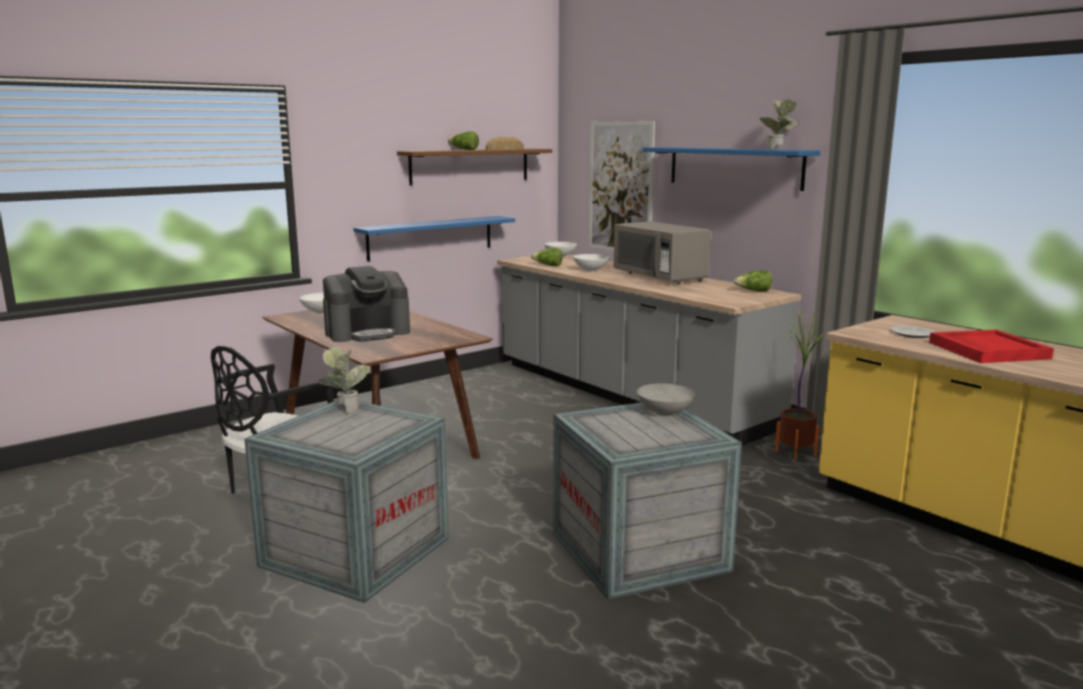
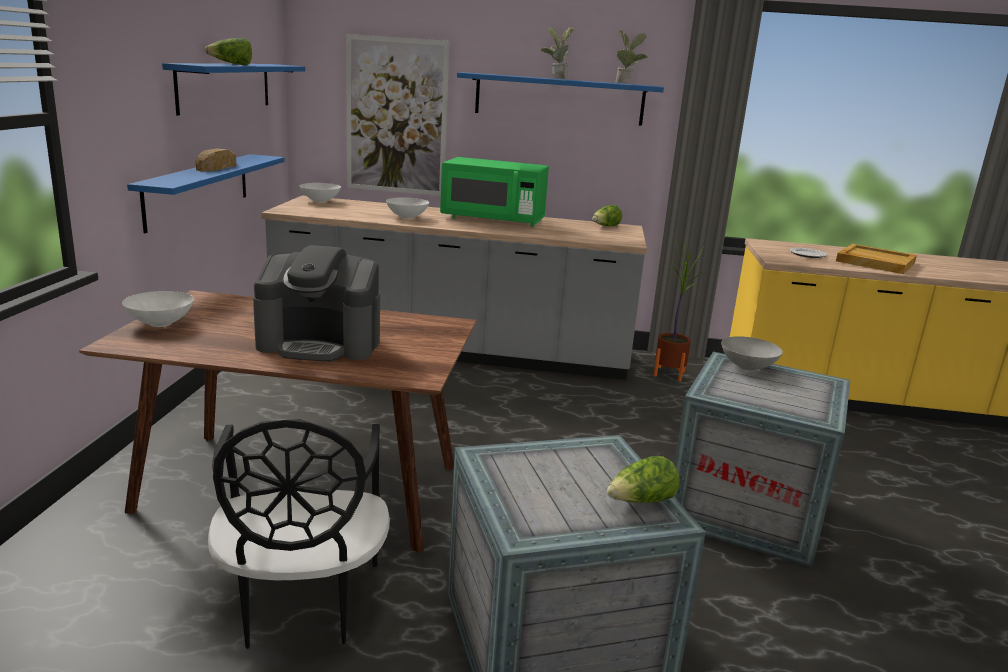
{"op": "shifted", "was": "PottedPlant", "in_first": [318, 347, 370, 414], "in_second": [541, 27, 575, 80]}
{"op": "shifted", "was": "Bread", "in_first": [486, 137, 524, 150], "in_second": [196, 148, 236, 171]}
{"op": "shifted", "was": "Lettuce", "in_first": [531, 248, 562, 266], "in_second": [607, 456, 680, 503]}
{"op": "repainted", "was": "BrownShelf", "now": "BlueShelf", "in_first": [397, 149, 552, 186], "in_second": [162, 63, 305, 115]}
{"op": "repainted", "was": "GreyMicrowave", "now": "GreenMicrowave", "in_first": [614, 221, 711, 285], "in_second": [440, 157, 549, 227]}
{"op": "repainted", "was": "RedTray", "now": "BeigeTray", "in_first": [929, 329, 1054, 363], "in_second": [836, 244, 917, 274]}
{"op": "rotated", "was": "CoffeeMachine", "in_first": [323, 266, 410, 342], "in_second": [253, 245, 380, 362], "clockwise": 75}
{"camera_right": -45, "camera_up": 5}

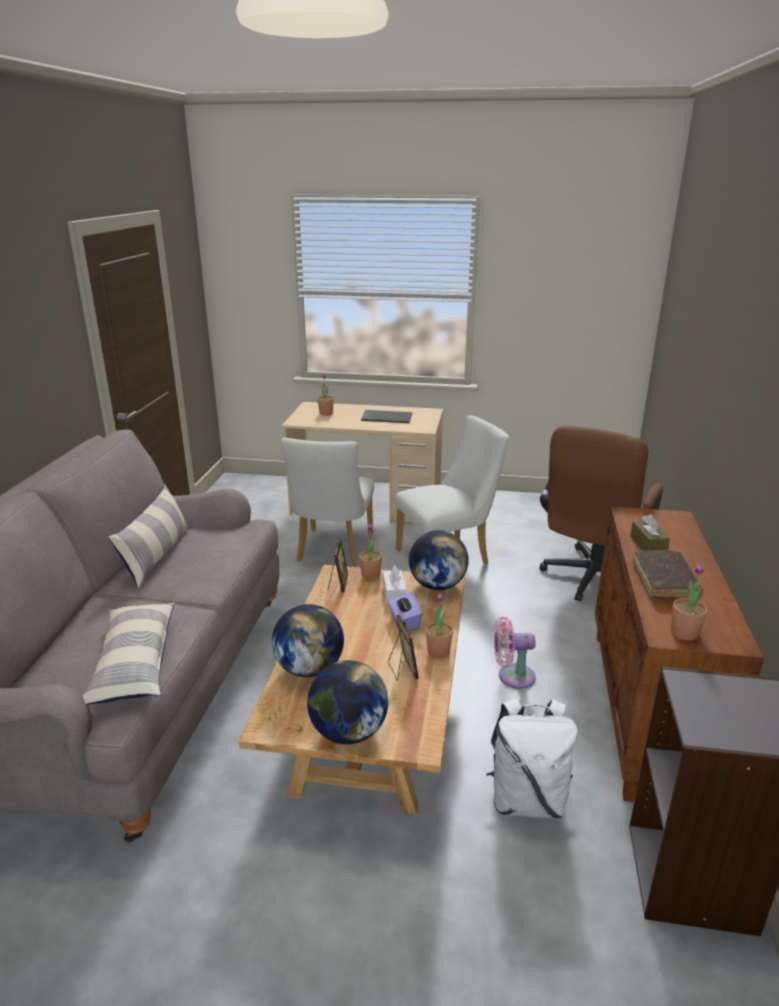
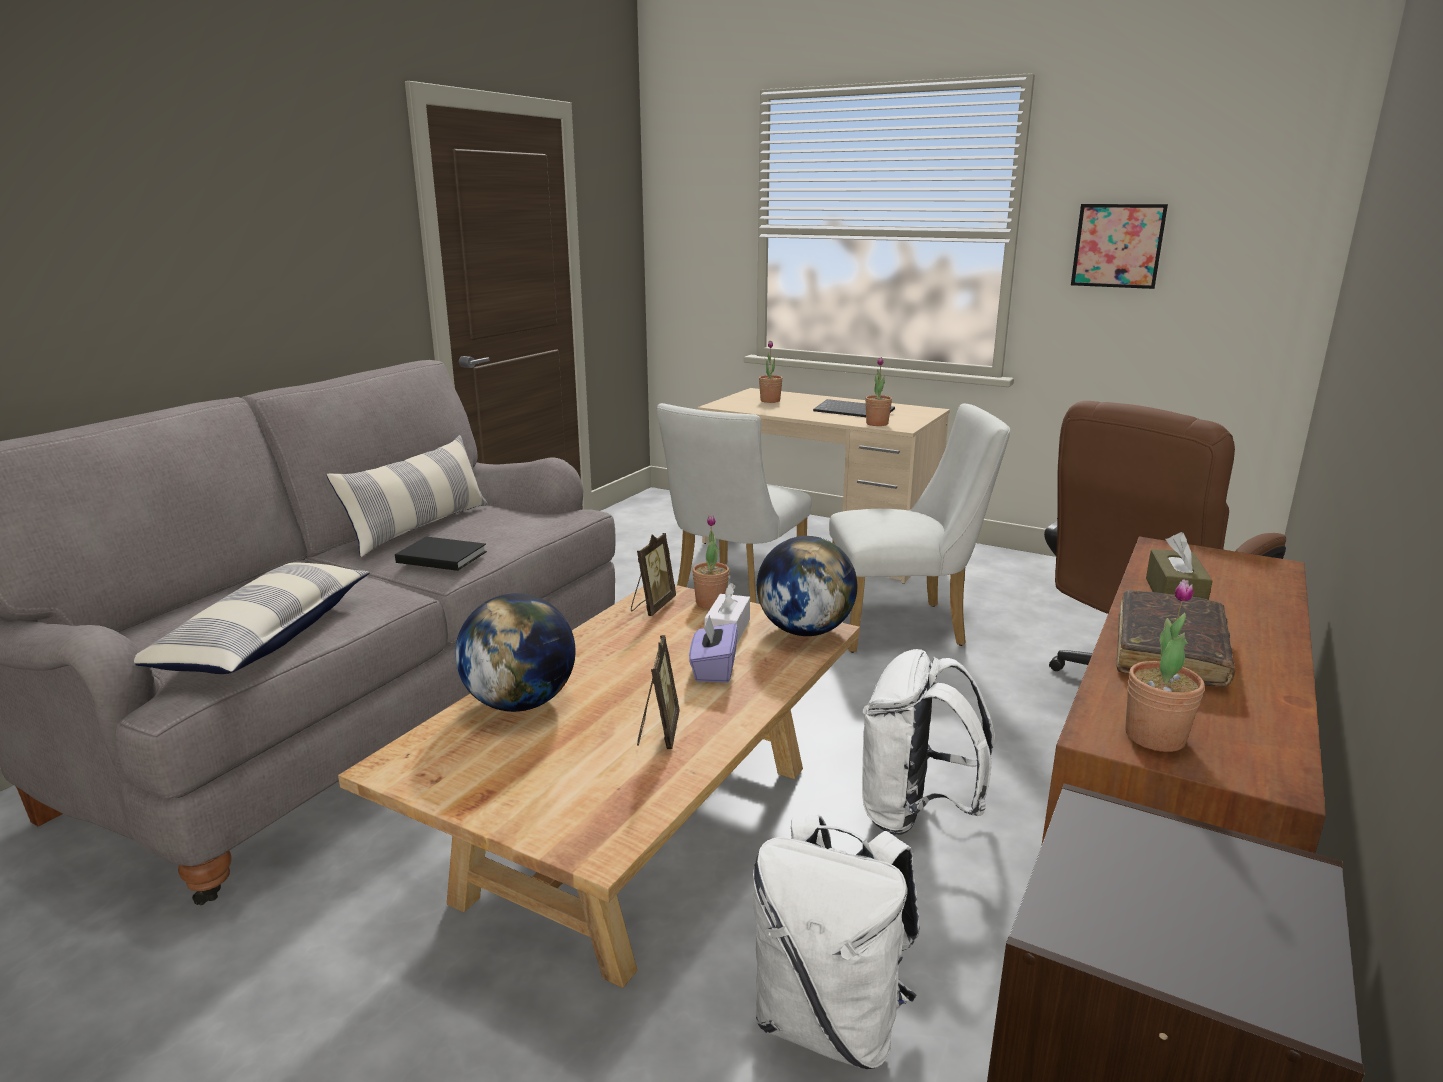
{"op": "gone", "was": "Globe", "in_first": [307, 660, 388, 744]}
{"op": "new", "now": "BlackBook", "in_second": [395, 537, 487, 571]}
{"op": "new", "now": "Picture", "in_second": [1071, 204, 1168, 289]}
{"op": "shifted", "was": "PottedPlant", "in_first": [426, 593, 453, 658], "in_second": [865, 357, 892, 426]}
{"op": "swapped", "was": "PinkFan", "now": "WhiteBackpack", "in_first": [494, 616, 536, 689], "in_second": [862, 649, 994, 835]}
{"camera_right": 20, "camera_up": -5}

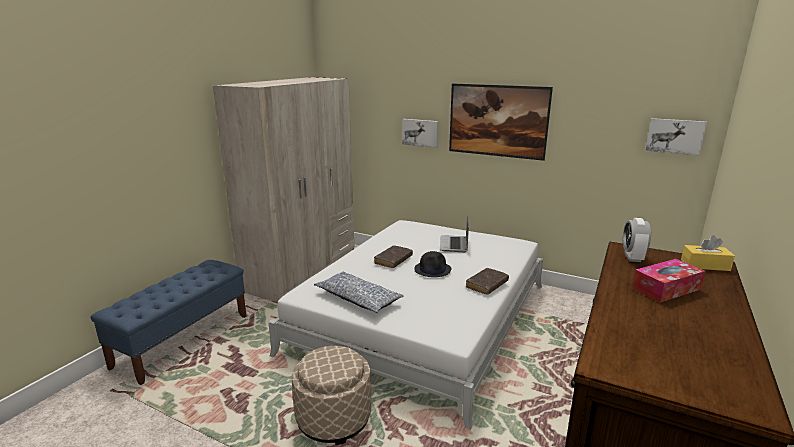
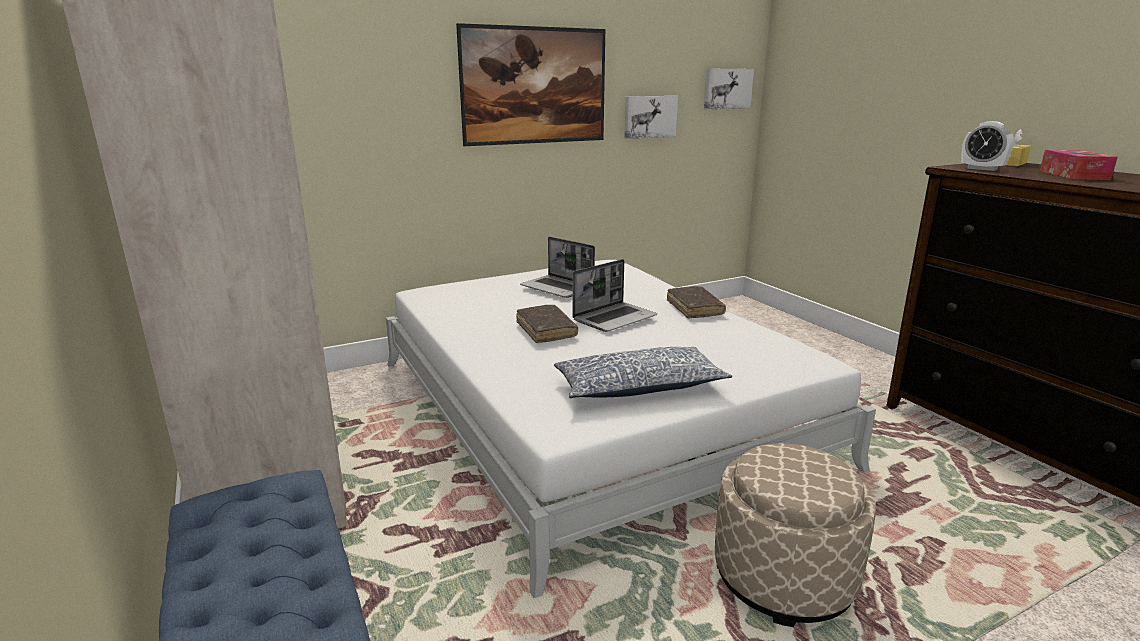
{"op": "shifted", "was": "Picture", "in_first": [402, 119, 439, 148], "in_second": [624, 96, 678, 139]}
{"op": "swapped", "was": "BlackHat", "now": "Laptop", "in_first": [414, 251, 452, 277], "in_second": [572, 259, 657, 332]}
{"camera_right": -55, "camera_up": 0}

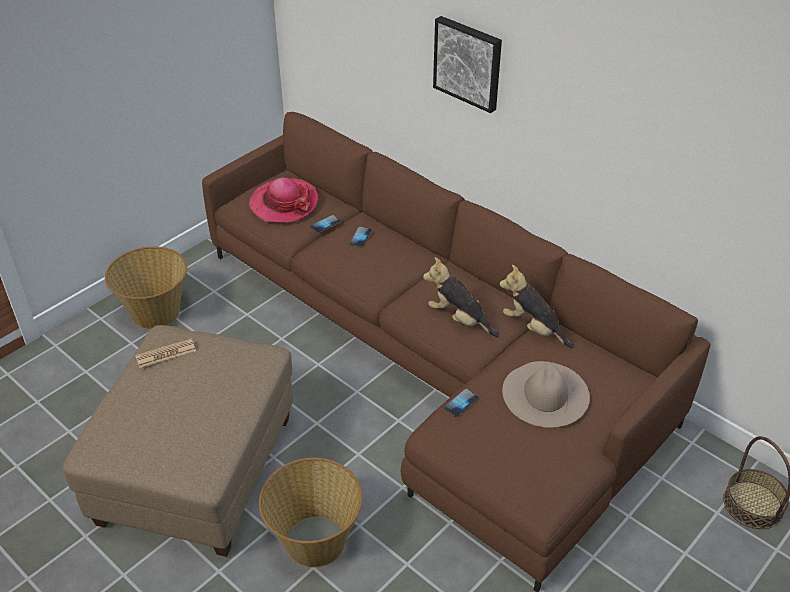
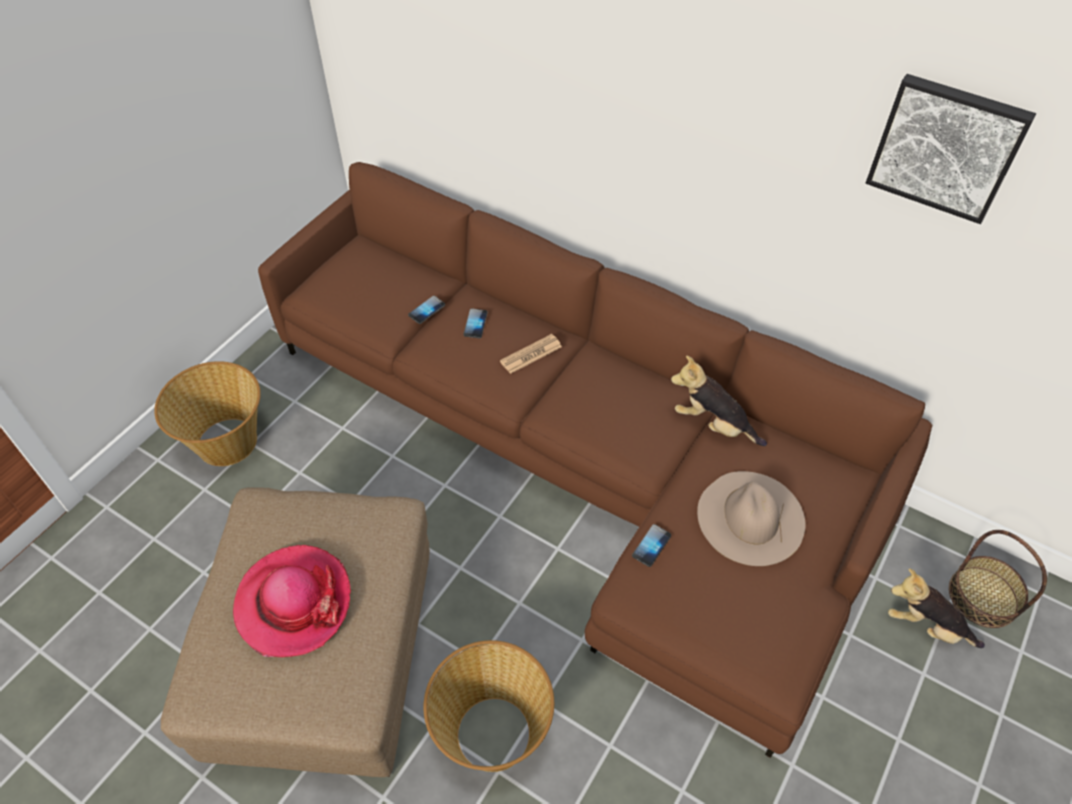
{"op": "shifted", "was": "Newspaper", "in_first": [135, 339, 196, 368], "in_second": [500, 334, 562, 374]}
{"op": "shifted", "was": "Hat", "in_first": [249, 177, 318, 223], "in_second": [233, 545, 351, 657]}
{"op": "shifted", "was": "PlushToy", "in_first": [423, 257, 499, 337], "in_second": [888, 568, 985, 648]}
{"op": "shifted", "was": "Picture", "in_first": [433, 16, 502, 113], "in_second": [866, 74, 1036, 224]}
{"camera_right": -10, "camera_up": 10}

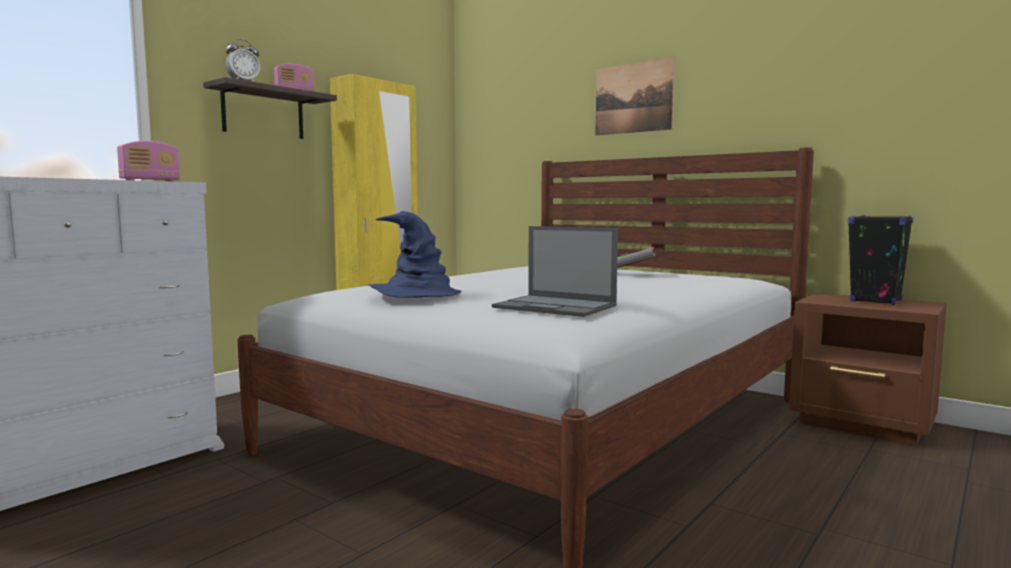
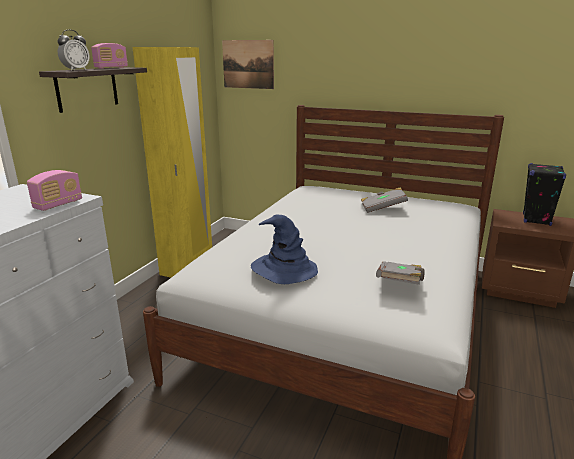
{"op": "shifted", "was": "Picture", "in_first": [595, 57, 674, 135], "in_second": [222, 40, 274, 89]}
{"op": "swapped", "was": "Laptop", "now": "GreyBook", "in_first": [492, 226, 618, 317], "in_second": [376, 261, 425, 285]}
{"camera_right": -15, "camera_up": 15}

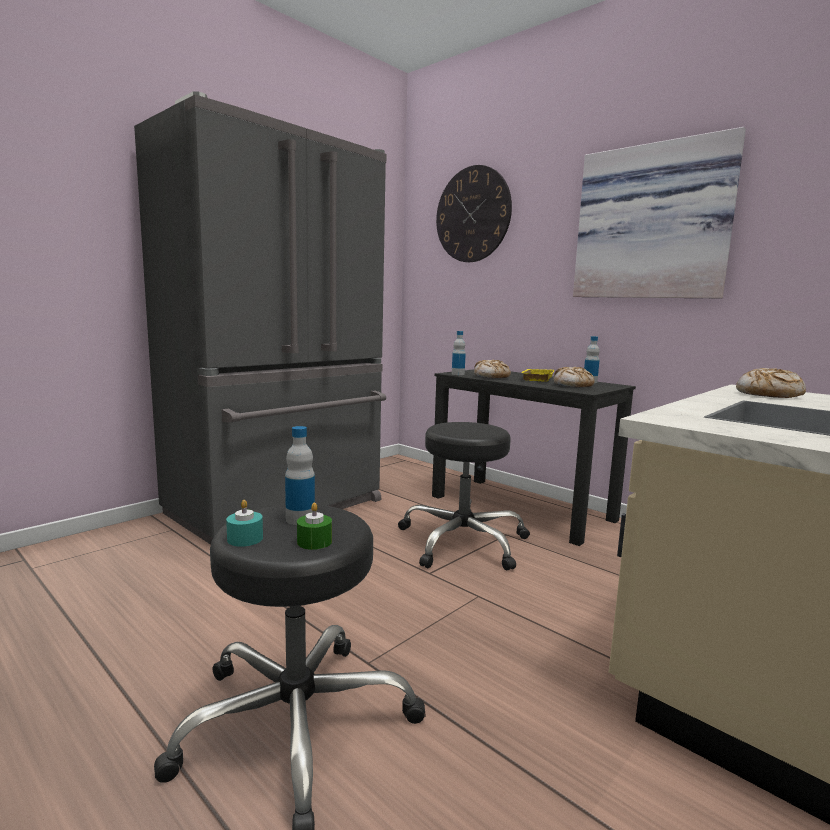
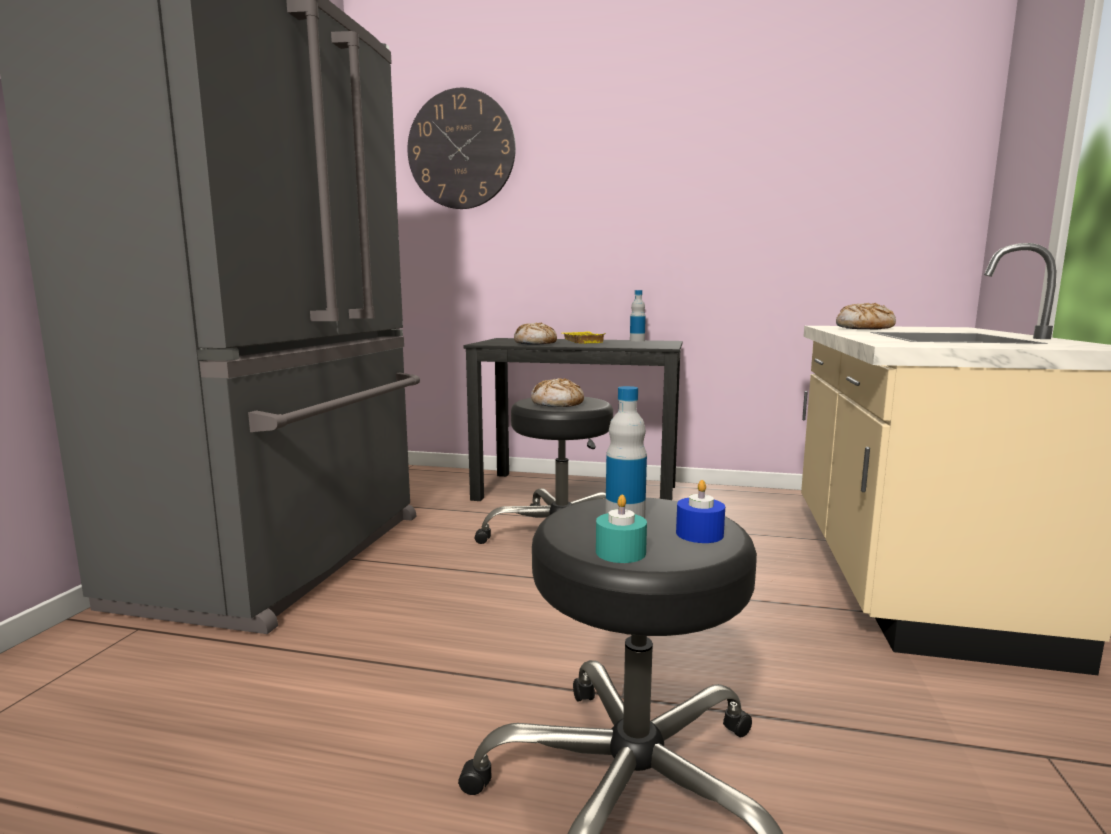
{"op": "gone", "was": "Bottle", "in_first": [452, 331, 466, 375]}
{"op": "gone", "was": "Picture", "in_first": [573, 127, 746, 298]}
{"op": "shifted", "was": "Bread", "in_first": [554, 367, 595, 387], "in_second": [531, 378, 584, 407]}
{"op": "repainted", "was": "GreenCandle", "now": "BlueCandle", "in_first": [297, 503, 332, 550], "in_second": [676, 480, 725, 543]}
{"camera_right": -30, "camera_up": 0}

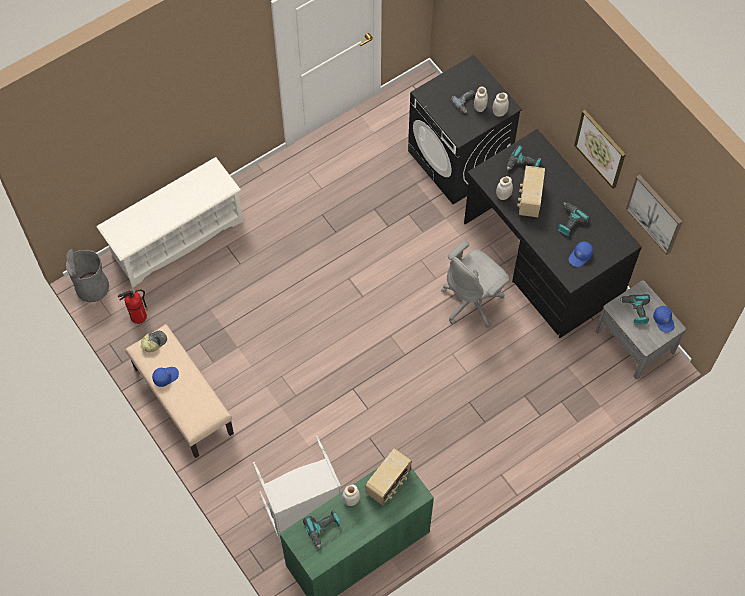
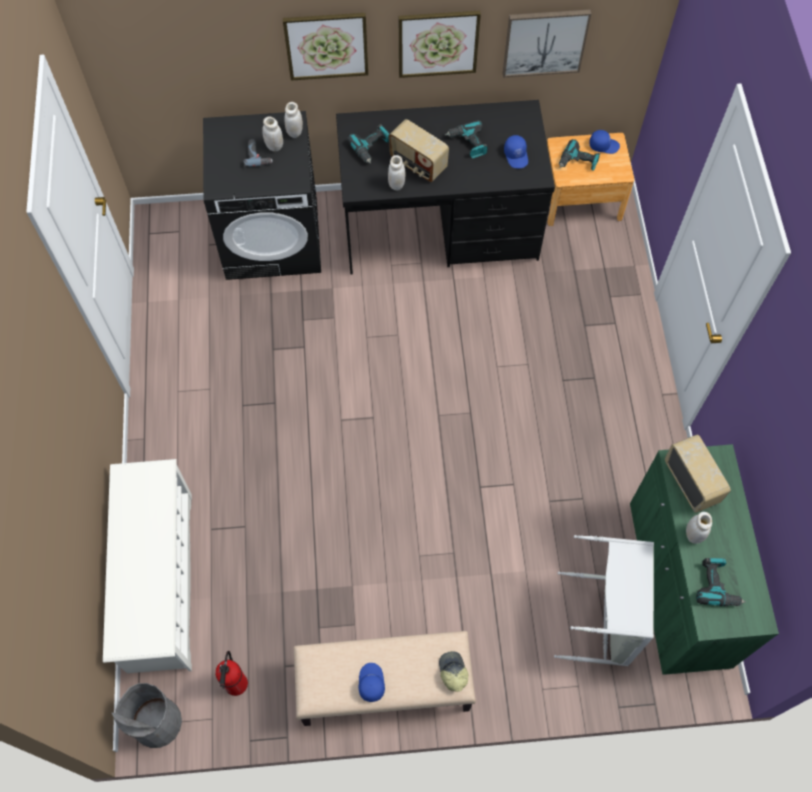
{"op": "gone", "was": "GreyOfficeChair", "in_first": [441, 241, 510, 328]}
{"op": "new", "now": "Picture", "in_second": [283, 13, 368, 81]}
{"op": "shifted", "was": "Cap", "in_first": [141, 331, 167, 352], "in_second": [439, 651, 468, 692]}
{"op": "repainted", "was": "GreyNightstand", "now": "BrownNightstand", "in_first": [596, 280, 686, 379], "in_second": [547, 133, 635, 226]}
{"camera_right": -60, "camera_up": 0}

